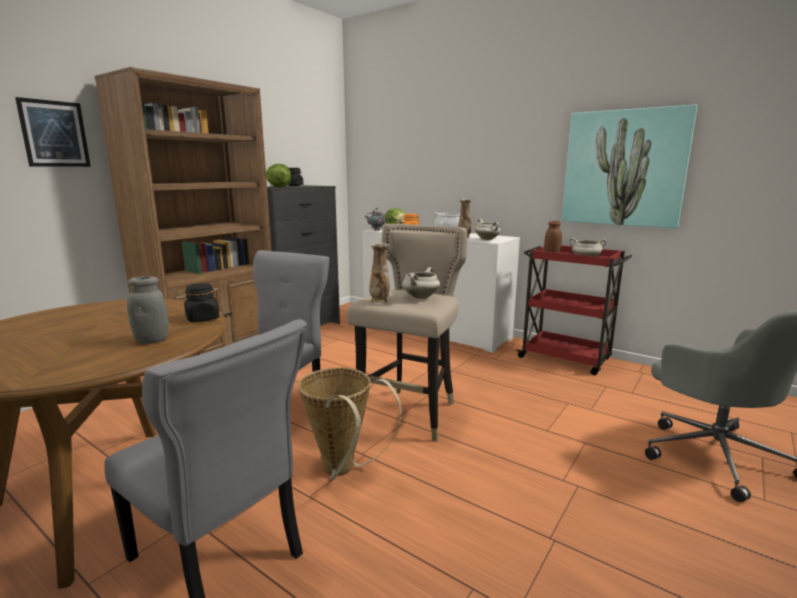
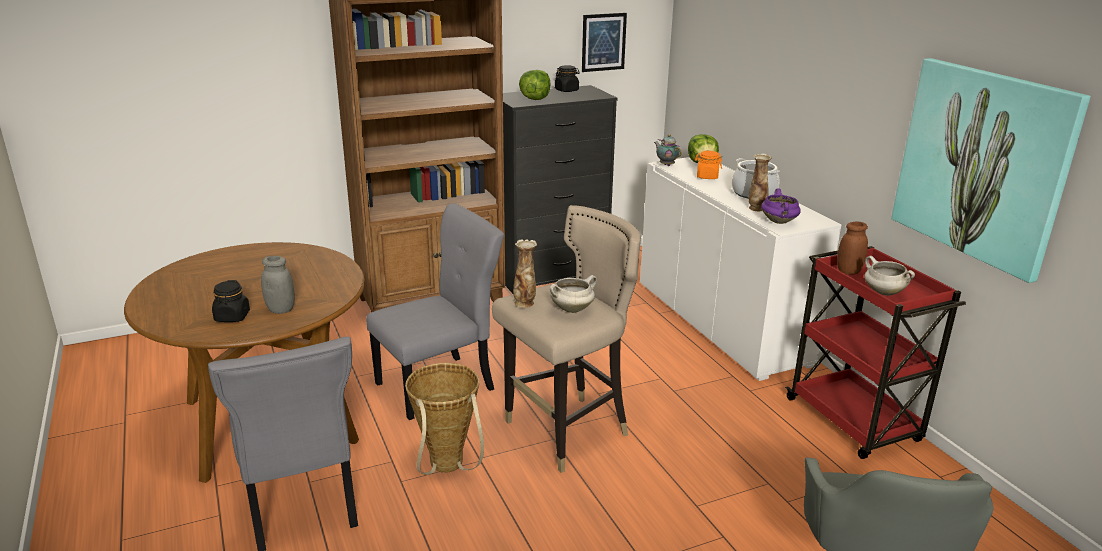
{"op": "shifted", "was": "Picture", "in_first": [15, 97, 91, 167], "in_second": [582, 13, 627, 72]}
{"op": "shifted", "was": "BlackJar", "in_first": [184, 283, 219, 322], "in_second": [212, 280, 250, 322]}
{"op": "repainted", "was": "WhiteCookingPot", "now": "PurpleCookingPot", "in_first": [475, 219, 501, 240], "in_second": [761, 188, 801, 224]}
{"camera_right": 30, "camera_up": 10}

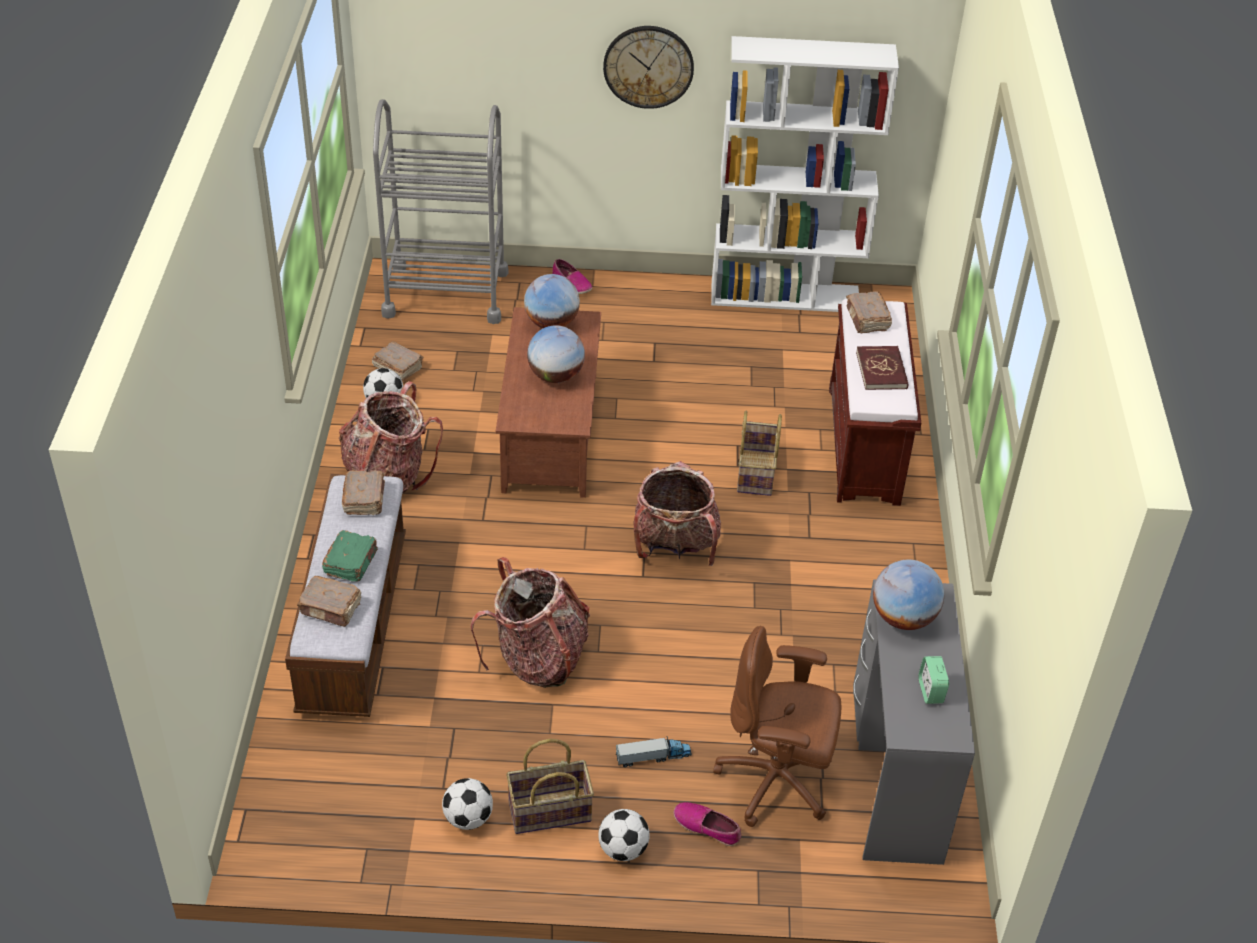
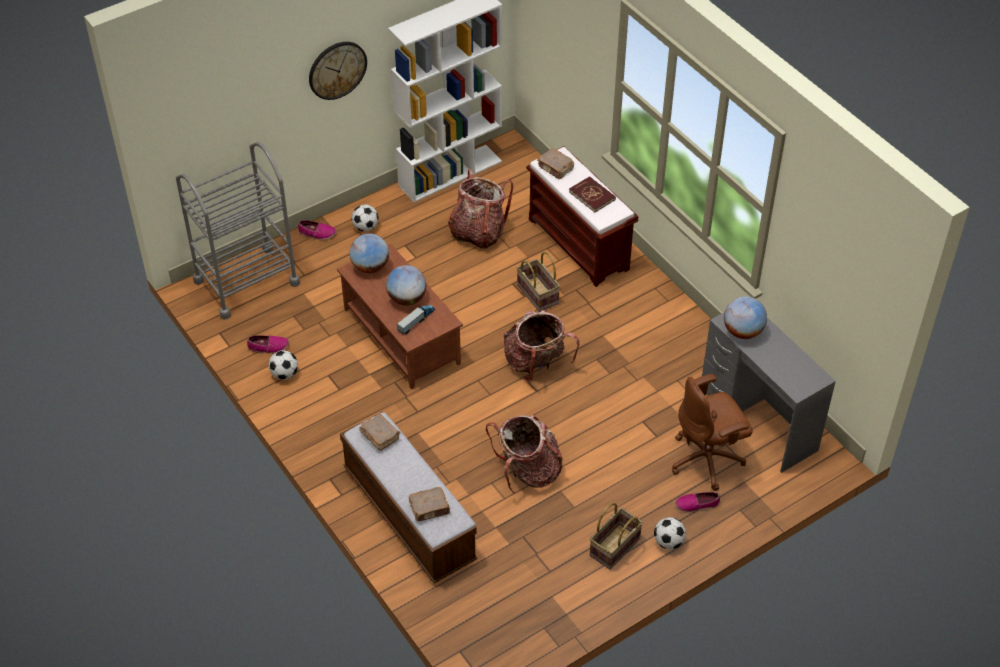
{"op": "gone", "was": "GreenBook", "in_first": [322, 530, 378, 582]}
{"op": "gone", "was": "AlarmClock", "in_first": [918, 656, 949, 704]}
{"op": "shifted", "was": "Backpack", "in_first": [339, 381, 443, 493], "in_second": [448, 169, 513, 249]}
{"op": "shifted", "was": "Football", "in_first": [442, 778, 493, 830], "in_second": [351, 204, 379, 232]}
{"op": "shifted", "was": "ToyTruck", "in_first": [616, 736, 692, 767], "in_second": [397, 305, 435, 335]}
{"op": "swapped", "was": "BrownBook", "now": "Shoe", "in_first": [372, 341, 424, 381], "in_second": [247, 335, 289, 354]}
{"camera_right": -35, "camera_up": 5}

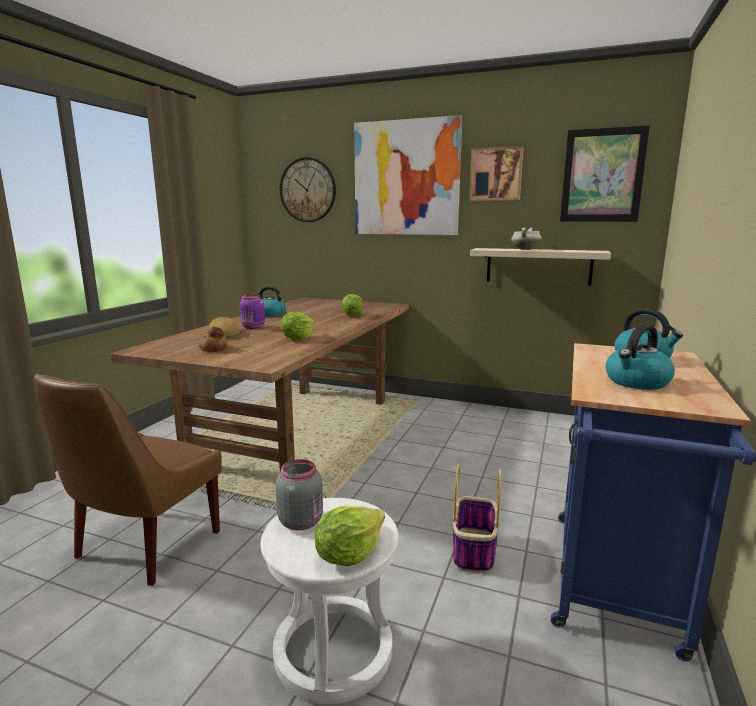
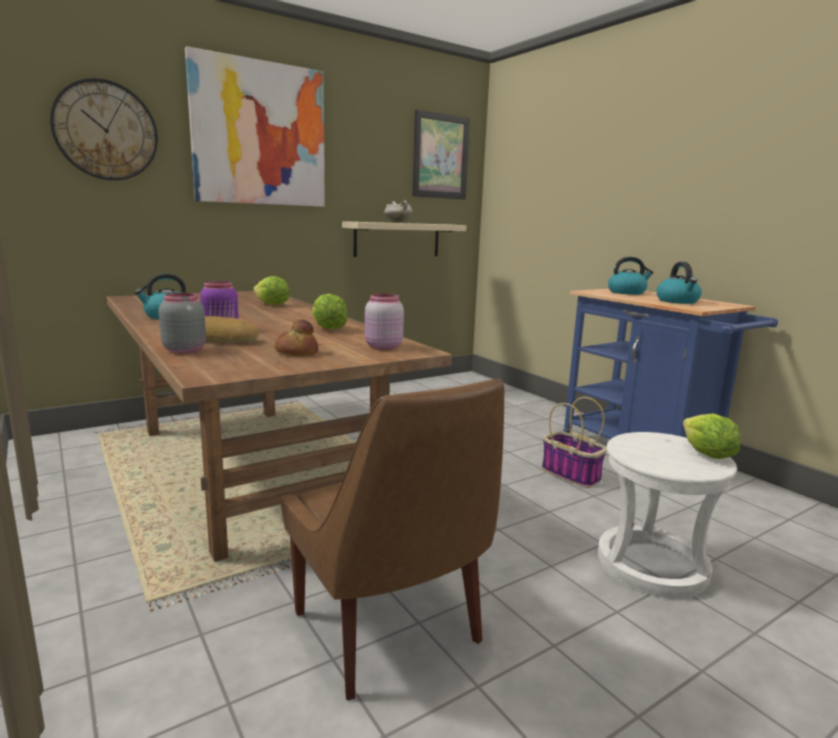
{"op": "gone", "was": "Picture", "in_first": [469, 146, 524, 201]}
{"op": "new", "now": "PinkJar", "in_second": [365, 294, 404, 350]}
{"op": "shifted", "was": "GreyJar", "in_first": [275, 459, 323, 531], "in_second": [159, 293, 206, 353]}
{"camera_right": -55, "camera_up": 0}

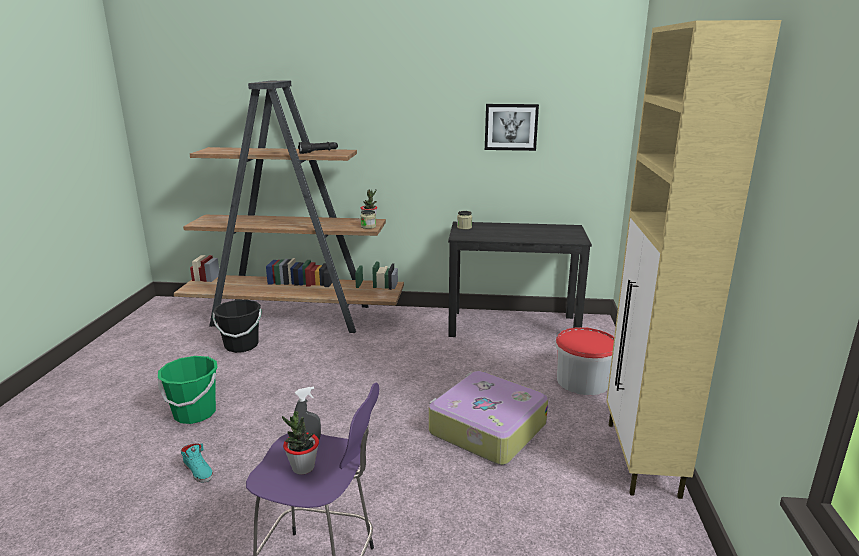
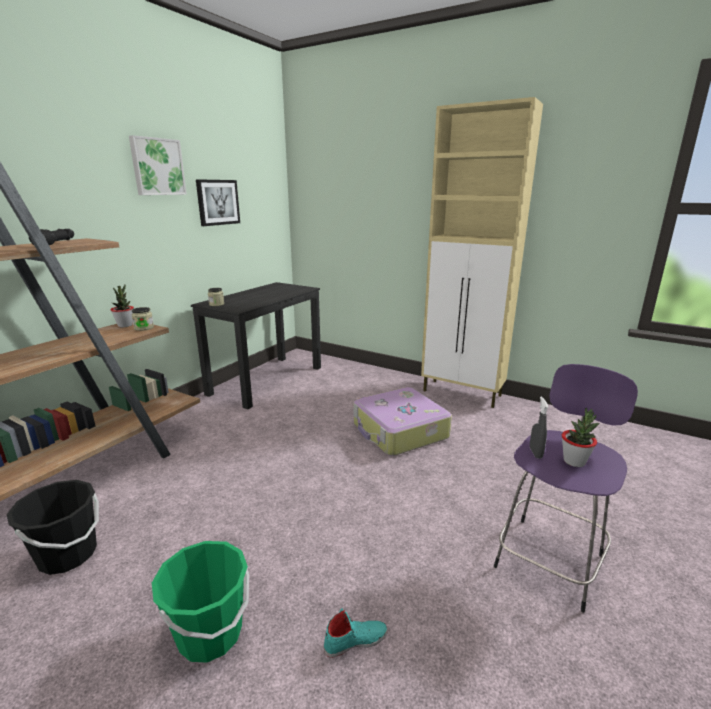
{"op": "gone", "was": "Bucket", "in_first": [555, 327, 614, 395]}
{"op": "new", "now": "Picture", "in_second": [129, 135, 187, 195]}
{"camera_right": -65, "camera_up": 0}

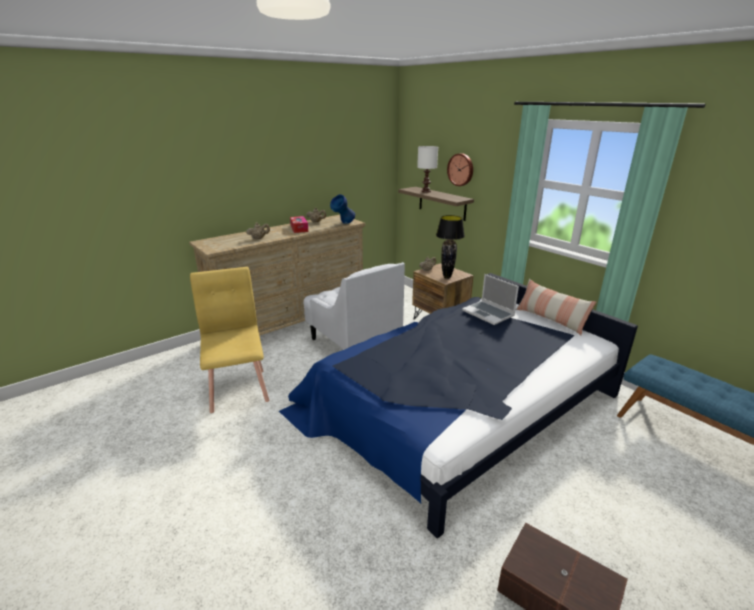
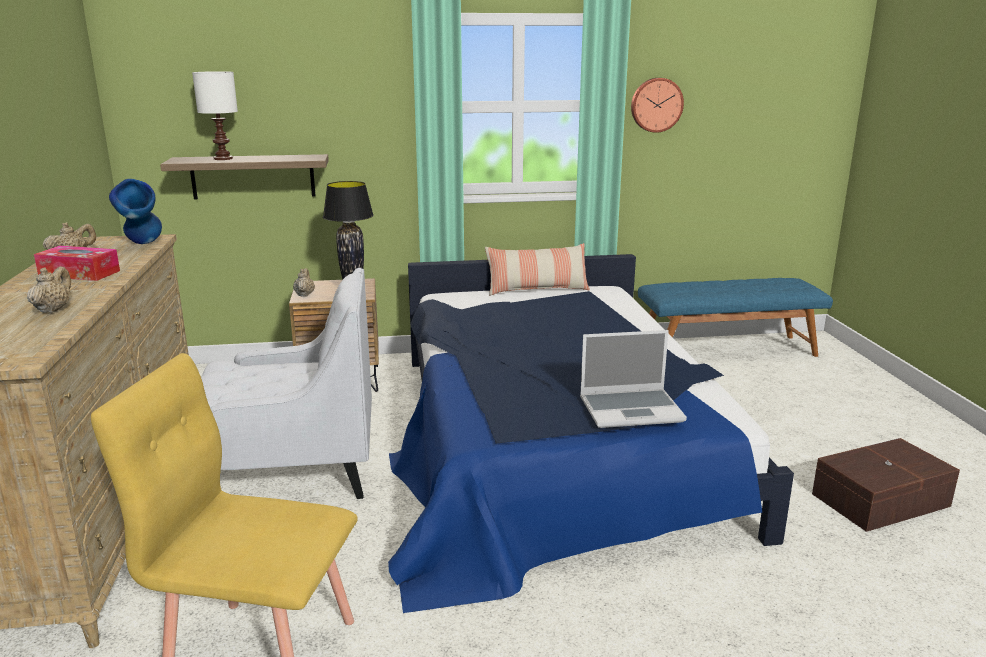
{"op": "shifted", "was": "WallClock", "in_first": [447, 153, 473, 186], "in_second": [631, 78, 684, 133]}
{"op": "shifted", "was": "Laptop", "in_first": [462, 274, 519, 325], "in_second": [580, 330, 687, 428]}
{"camera_right": -60, "camera_up": -5}

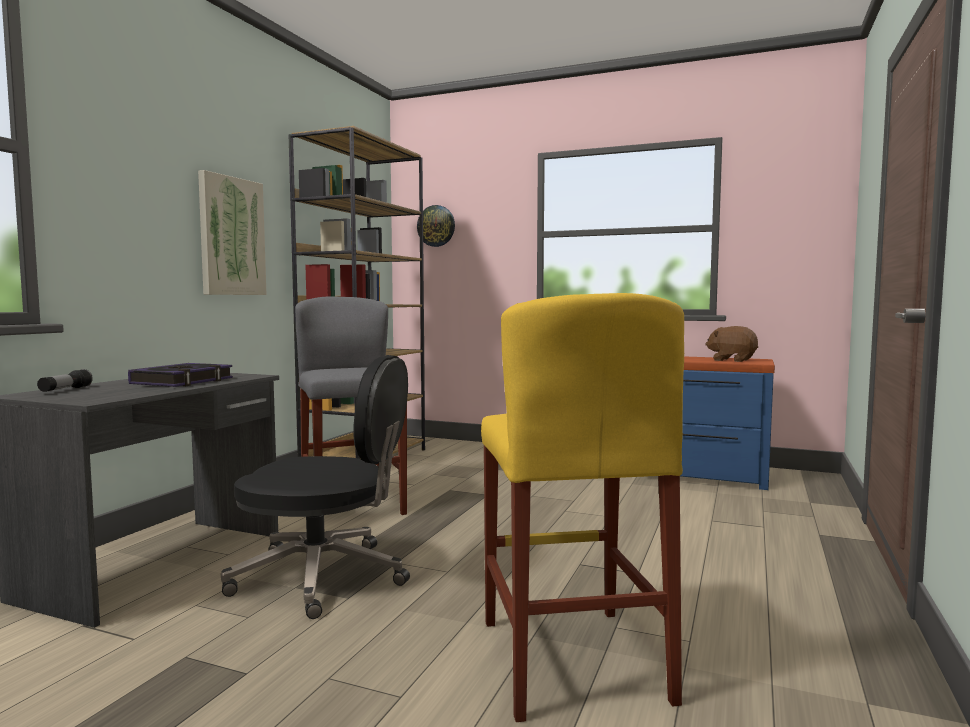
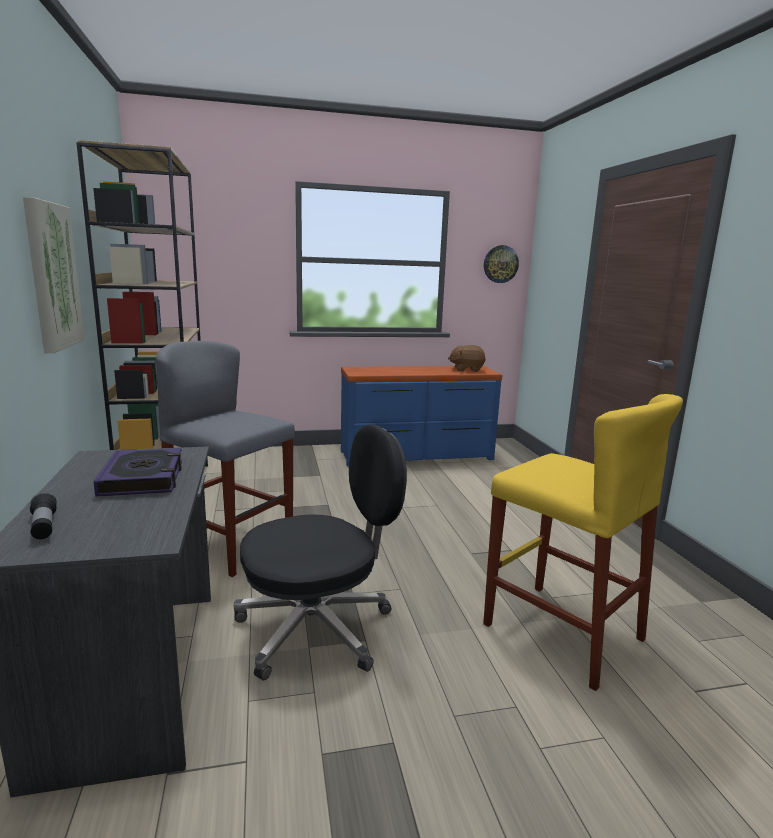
{"op": "shifted", "was": "WallClock", "in_first": [417, 205, 455, 247], "in_second": [484, 245, 519, 283]}
{"camera_right": -35, "camera_up": 10}

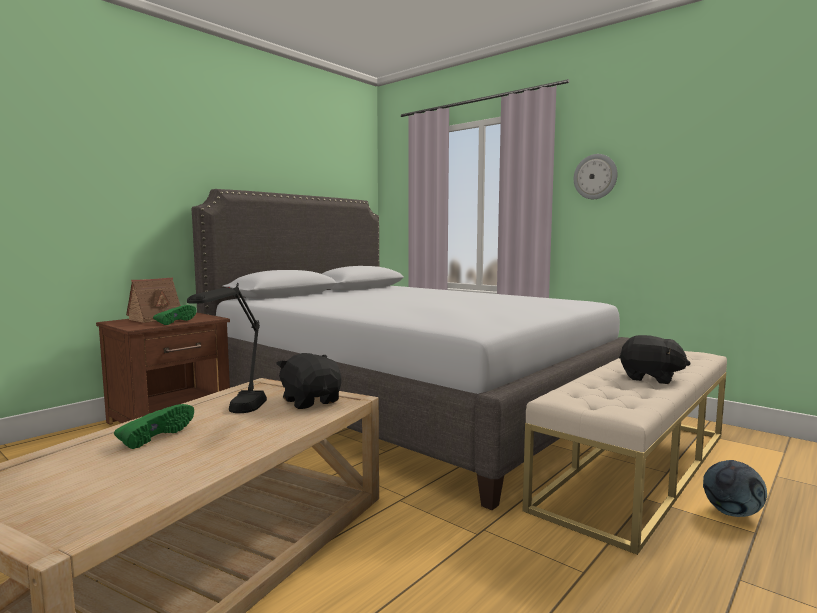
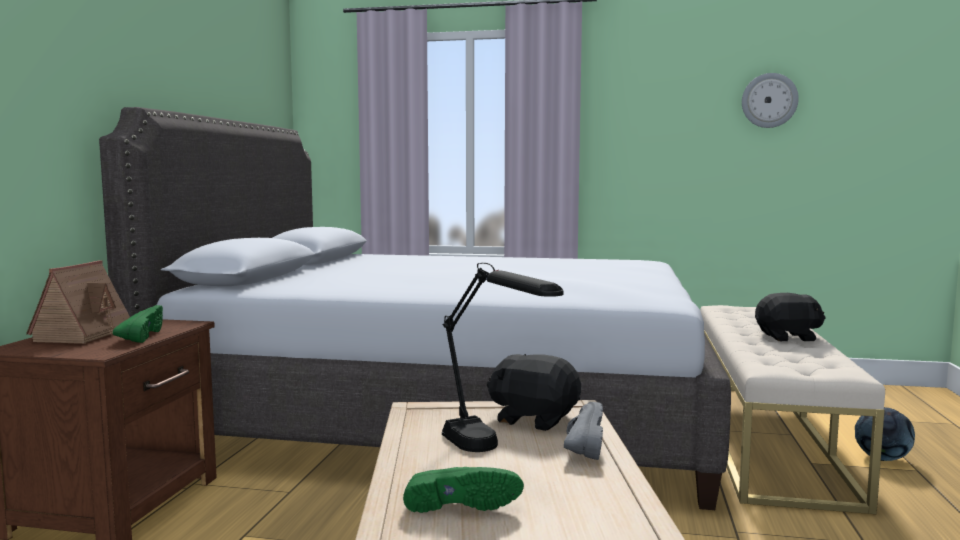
{"op": "new", "now": "GreyShoe", "in_second": [564, 402, 603, 460]}
{"op": "shifted", "was": "WallClock", "in_first": [574, 154, 618, 199], "in_second": [742, 73, 799, 128]}
{"op": "rotated", "was": "GreenShoe", "in_first": [114, 404, 194, 449], "in_second": [403, 467, 524, 513], "clockwise": 90}
{"camera_right": -30, "camera_up": 0}

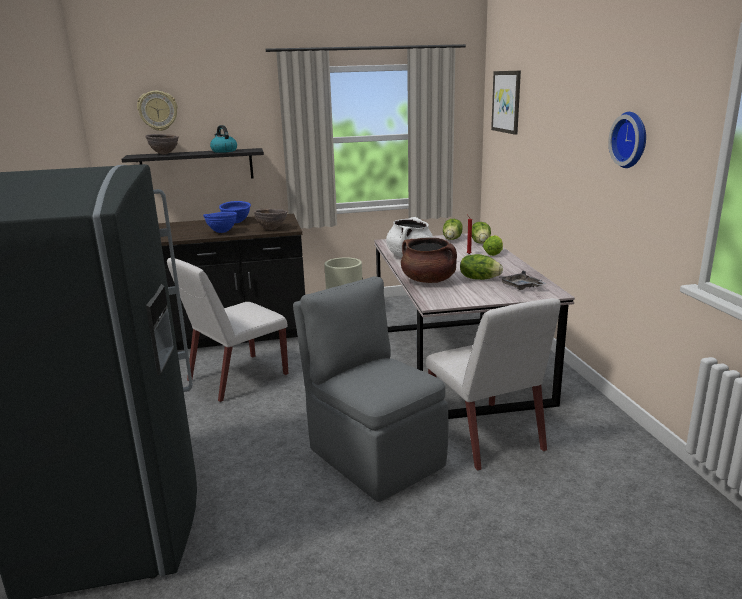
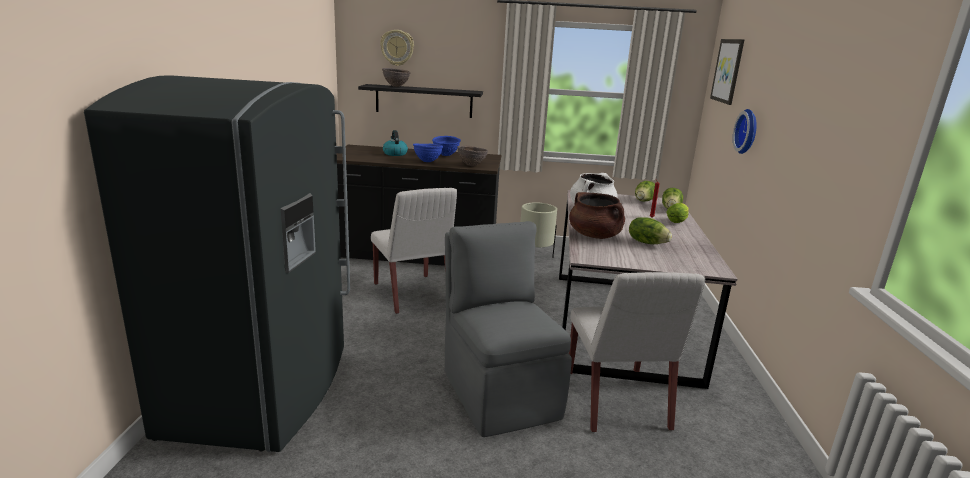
{"op": "gone", "was": "GreyTray", "in_first": [499, 270, 547, 290]}
{"op": "shifted", "was": "Kettle", "in_first": [210, 125, 237, 153], "in_second": [383, 130, 408, 156]}
{"op": "shifted", "was": "WallClock", "in_first": [608, 112, 646, 168], "in_second": [733, 109, 757, 154]}
{"op": "rotated", "was": "WhiteChair", "in_first": [167, 258, 289, 402], "in_second": [371, 188, 457, 314], "clockwise": -90}
{"camera_right": 15, "camera_up": 0}

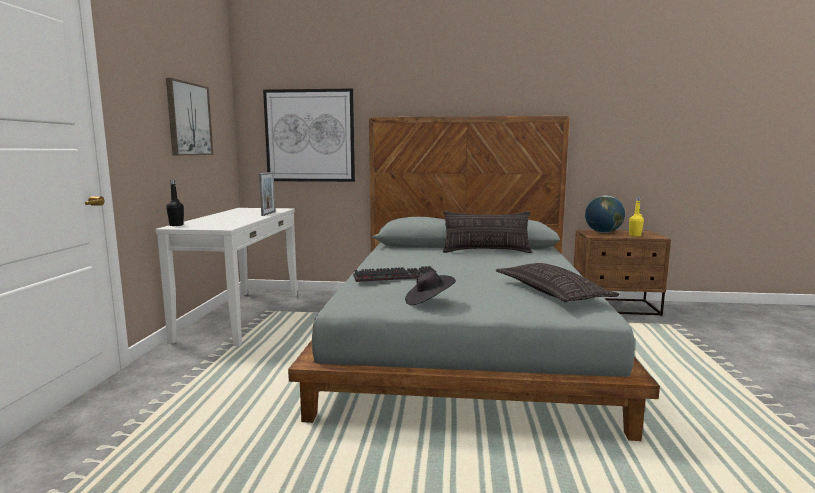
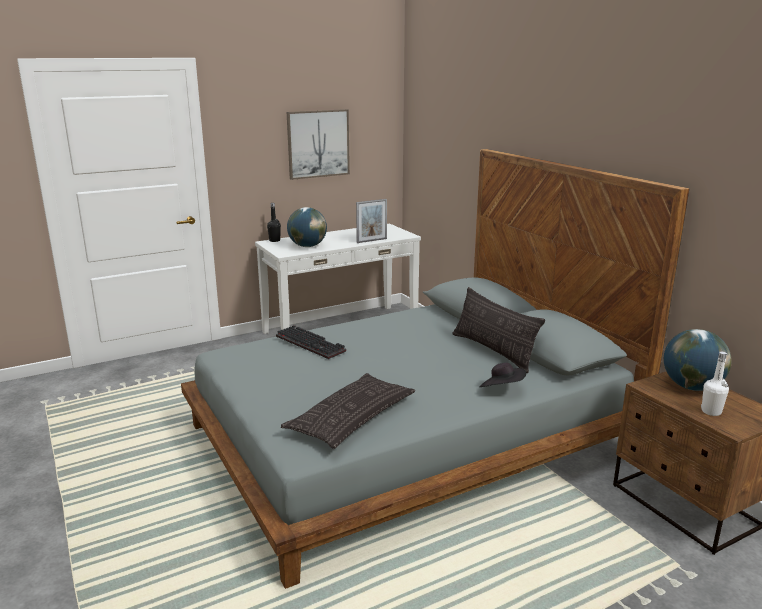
{"op": "gone", "was": "Picture", "in_first": [263, 88, 355, 182]}
{"op": "new", "now": "Globe", "in_second": [287, 207, 327, 247]}
{"op": "shifted", "was": "BlackHat", "in_first": [405, 271, 456, 305], "in_second": [480, 363, 526, 387]}
{"op": "repainted", "was": "YellowBottle", "now": "WhiteBottle", "in_first": [629, 197, 644, 237], "in_second": [701, 351, 729, 416]}
{"camera_right": 55, "camera_up": 10}

